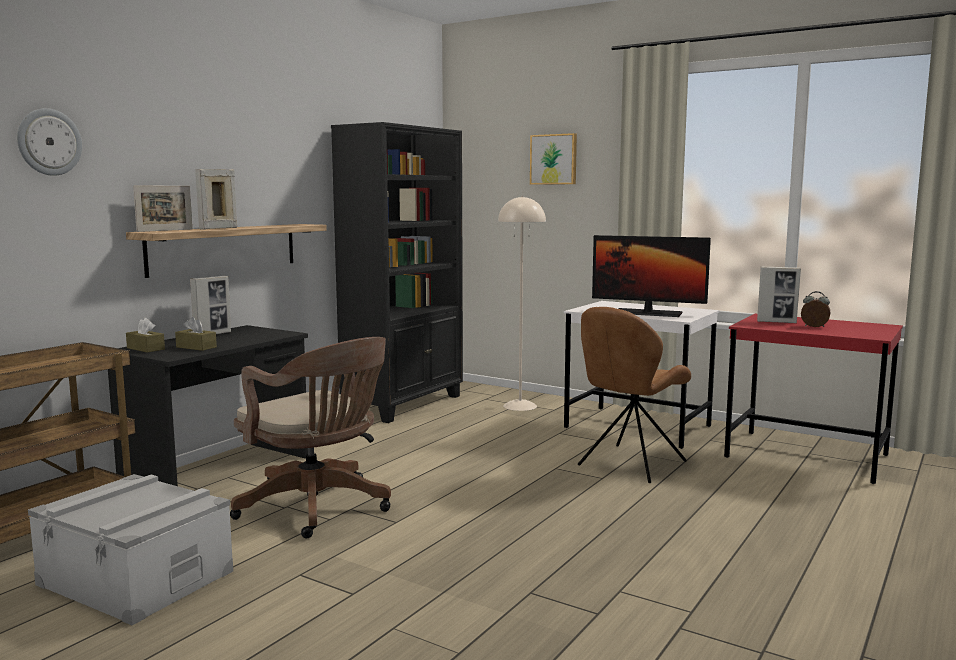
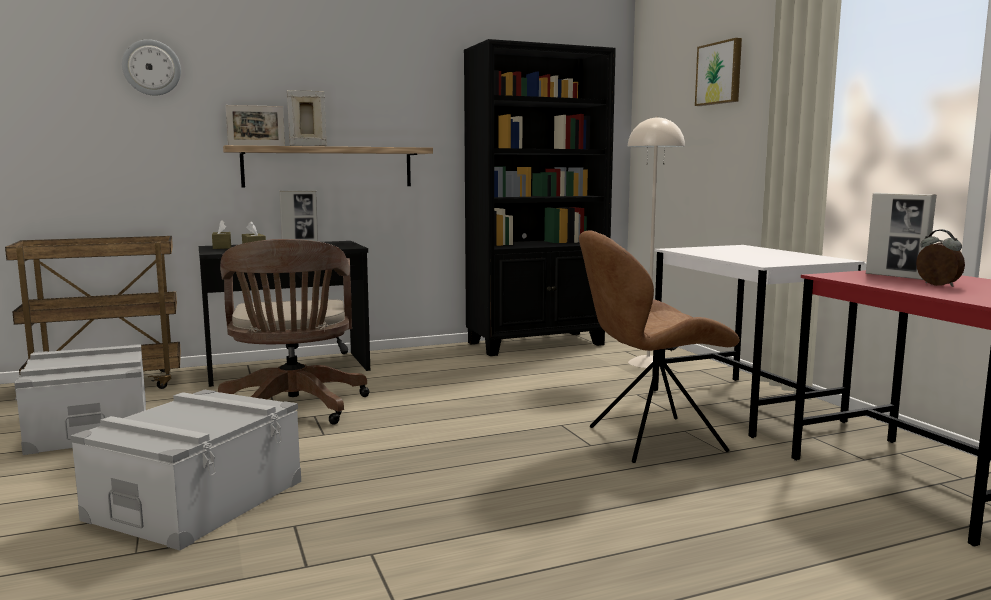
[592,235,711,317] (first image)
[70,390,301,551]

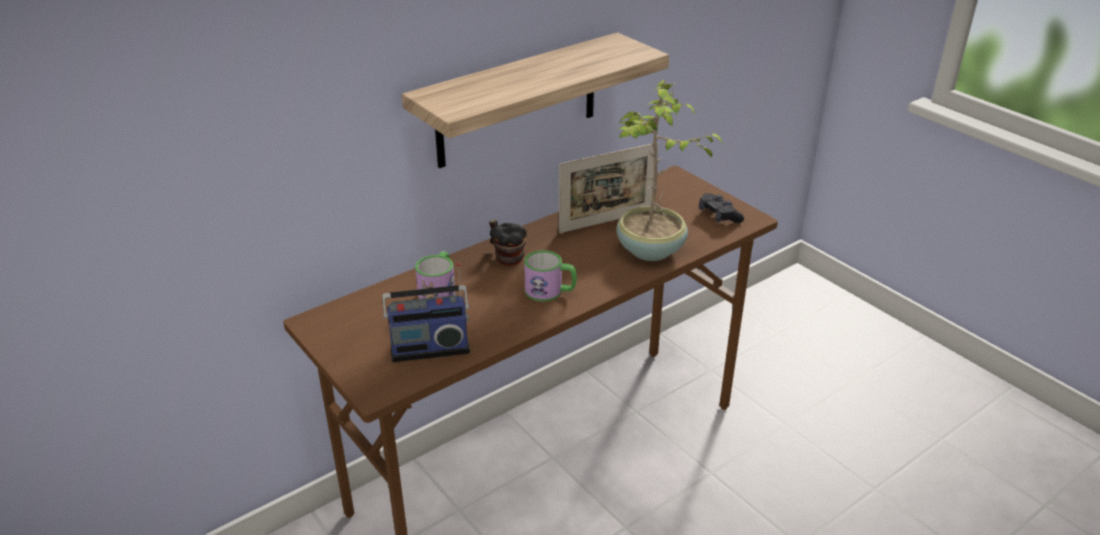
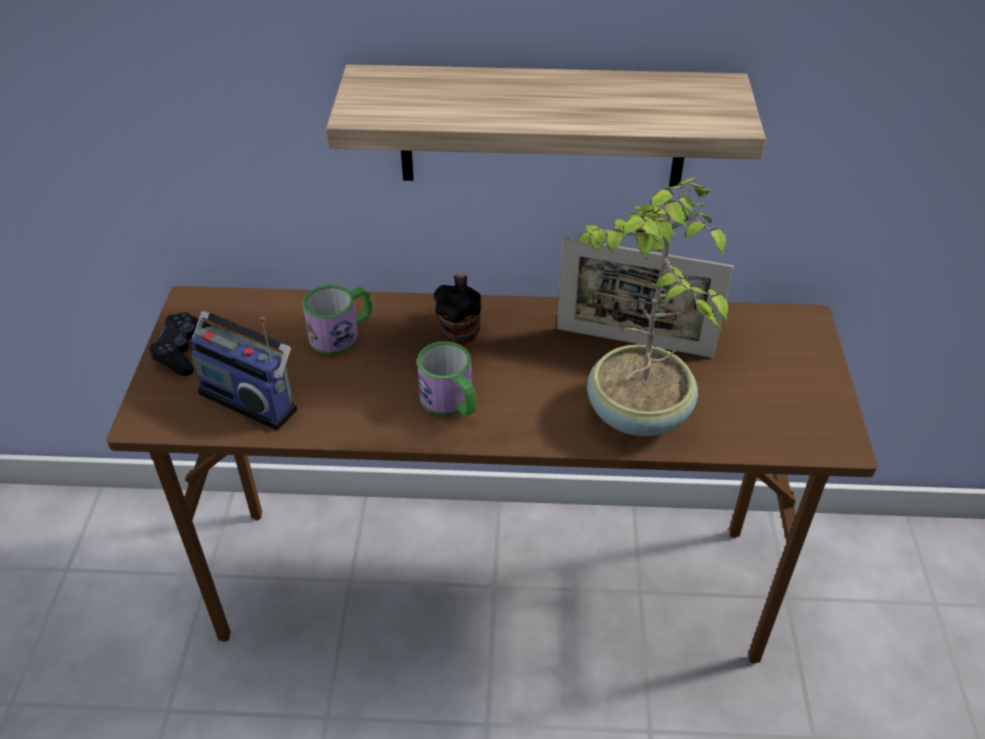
[149,312,211,376]

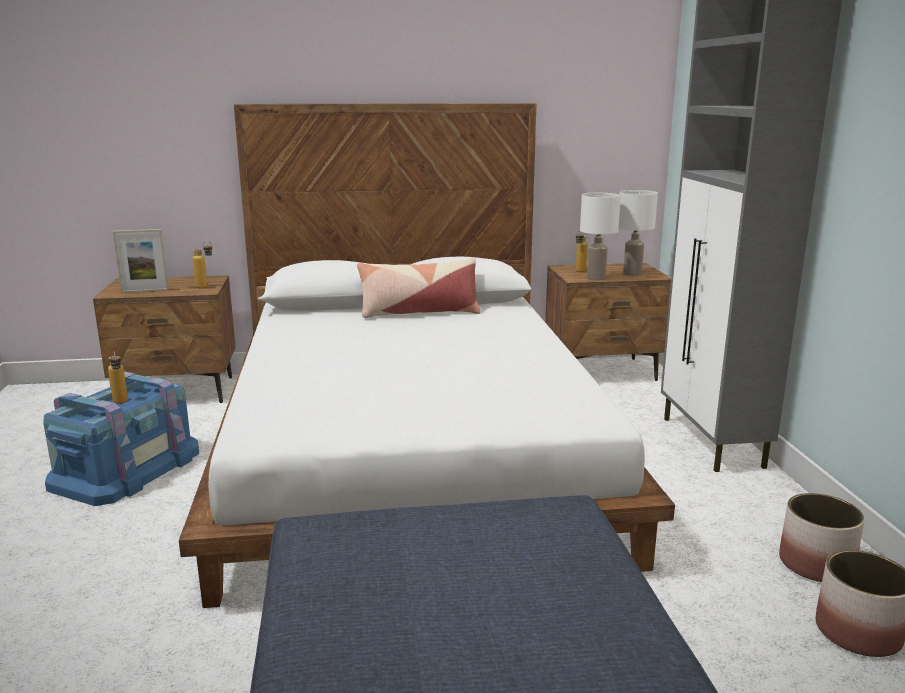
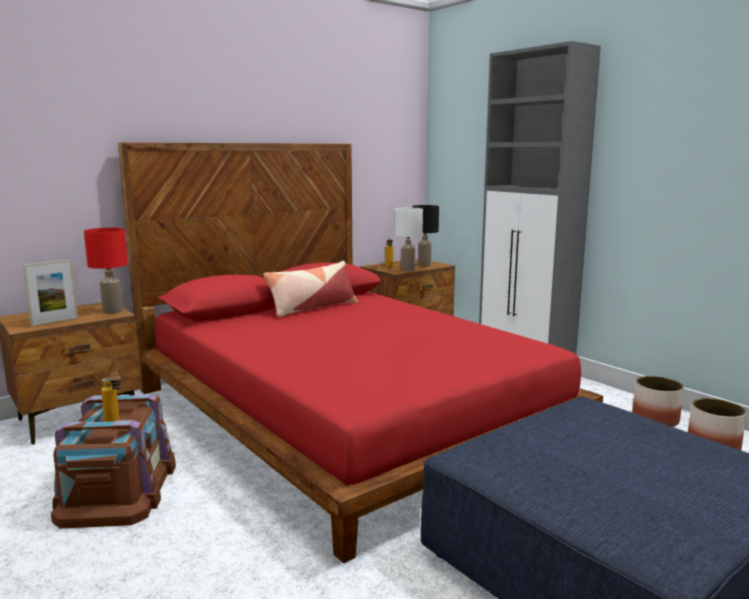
[118,142,603,563]
[412,205,439,266]
[84,228,128,314]
[51,394,176,528]

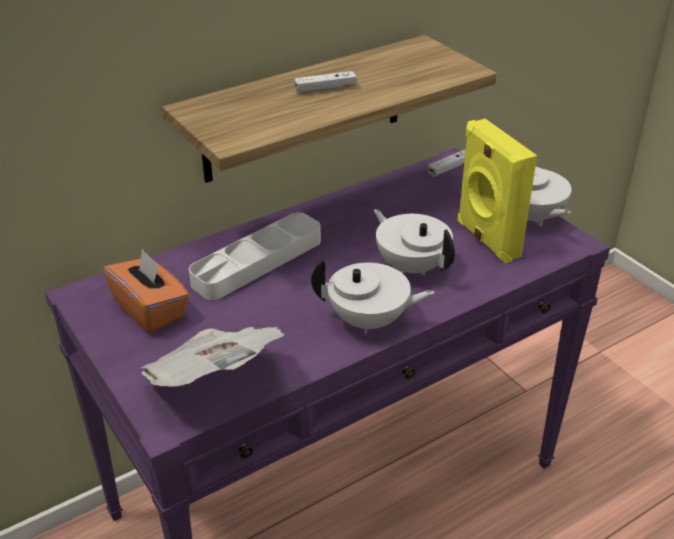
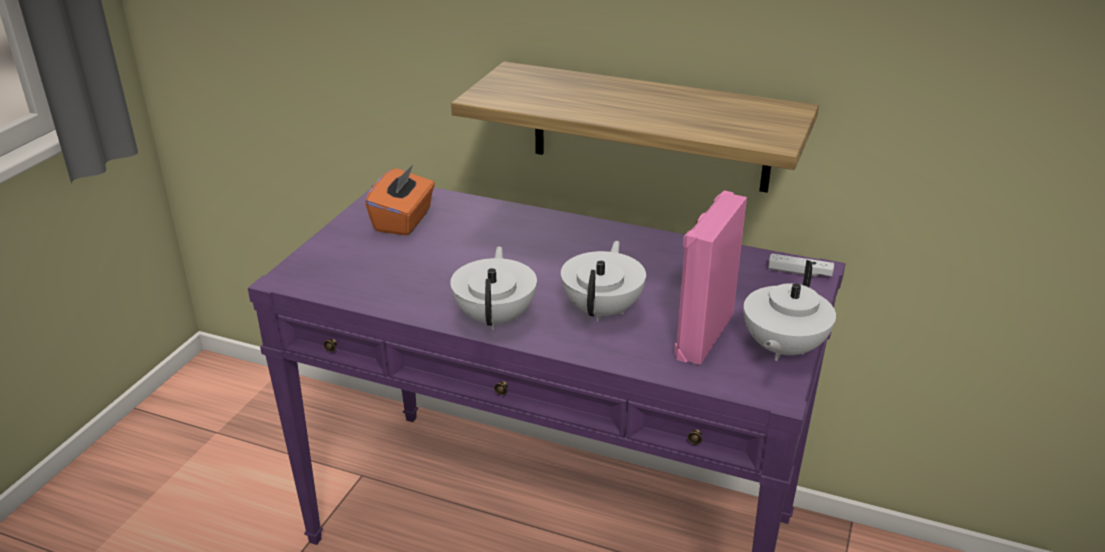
[294,71,357,94] (first image)
[674,190,747,365]
[189,212,321,300] (first image)
[450,246,537,330]
[141,327,285,387] (first image)

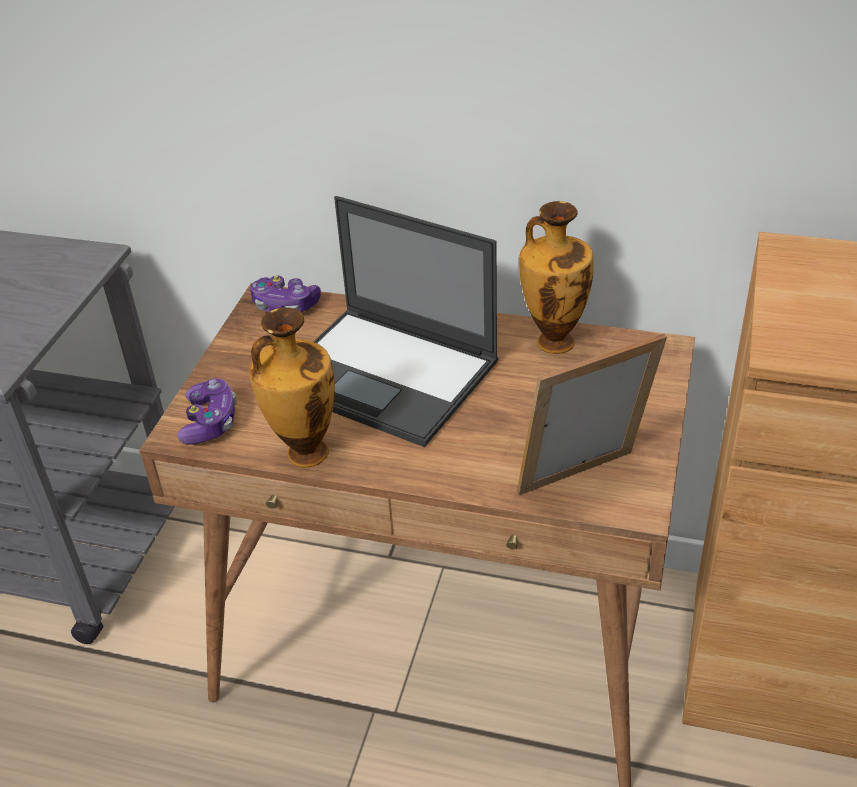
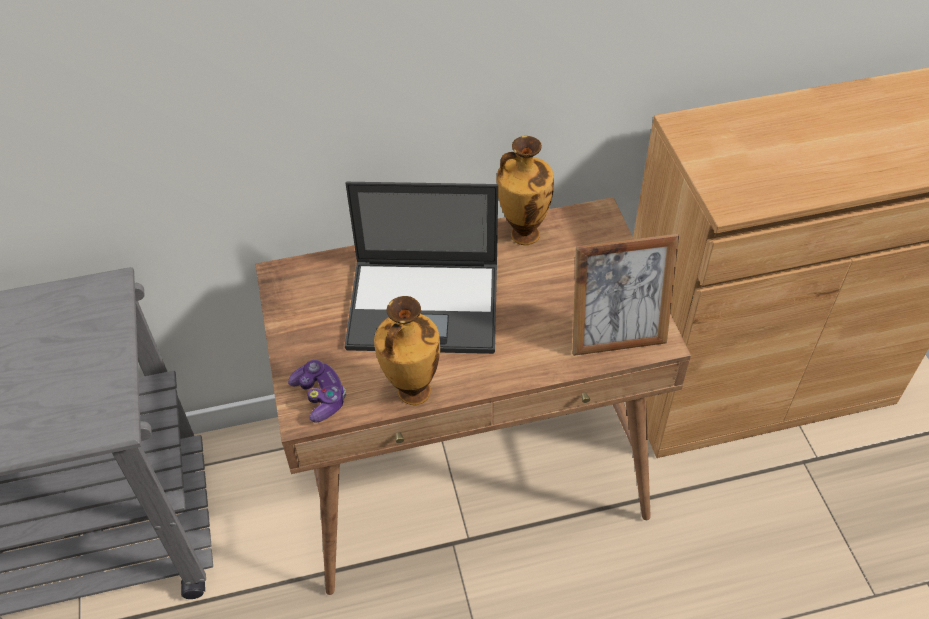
[250,275,321,312] (first image)
[572,234,679,356]

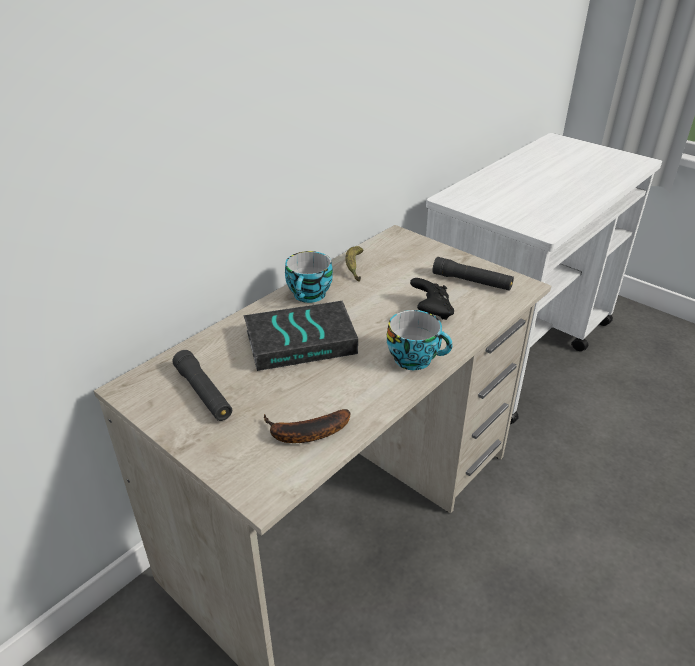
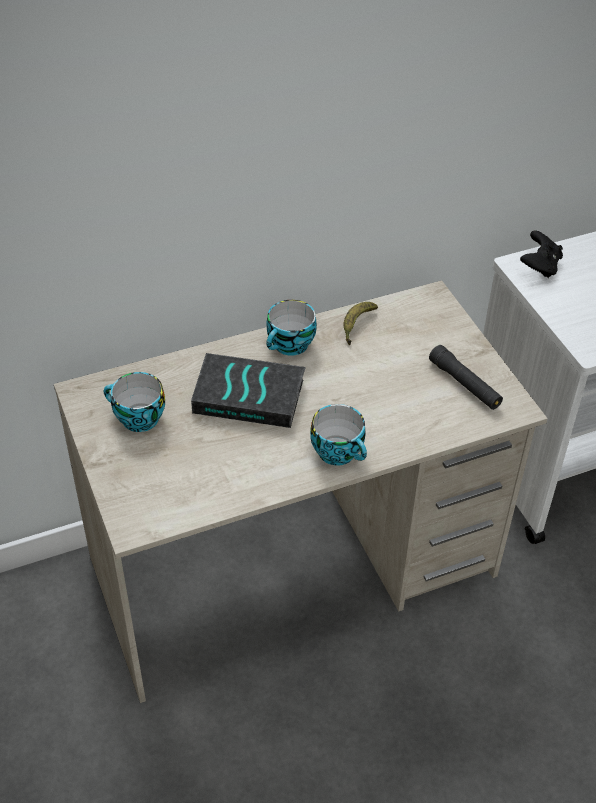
[520,230,563,278]
[104,372,165,432]
[264,409,350,443] (first image)

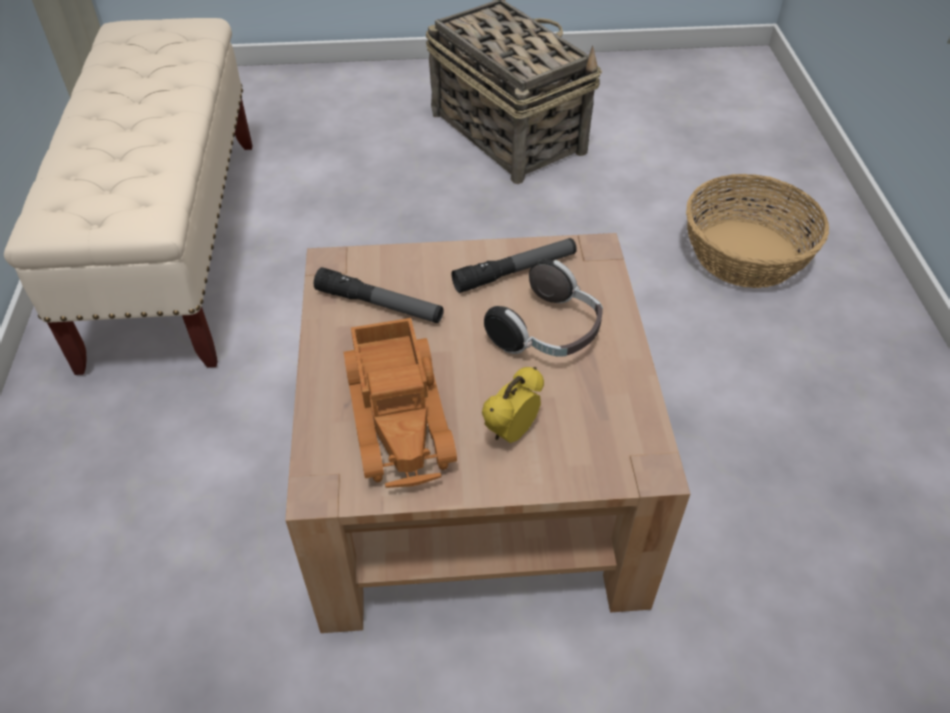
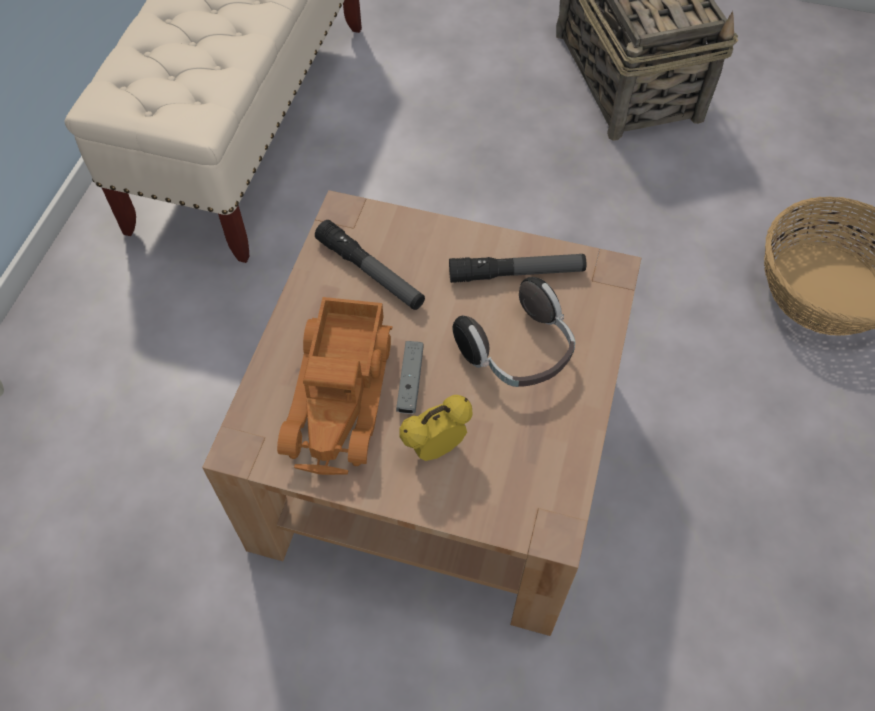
[396,341,424,414]

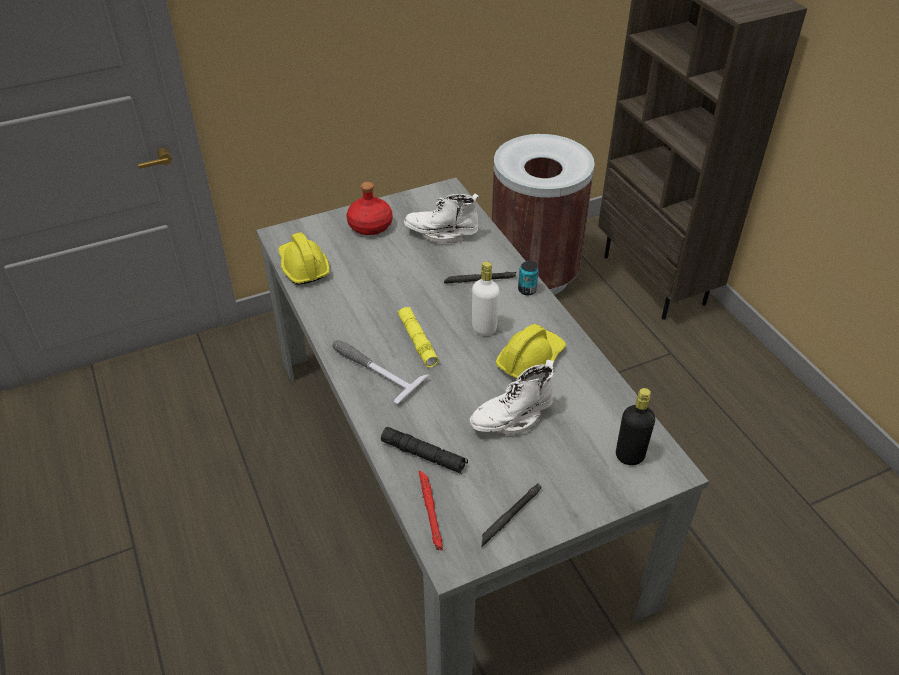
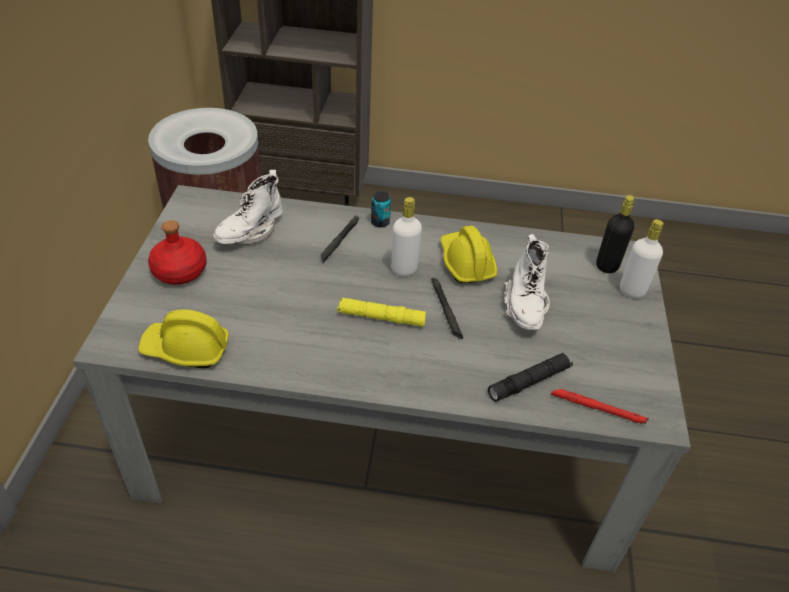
[332,340,429,404] (first image)
[431,278,463,339]
[620,219,664,298]

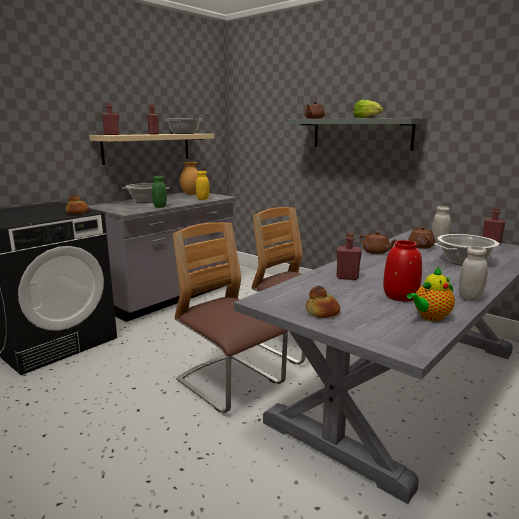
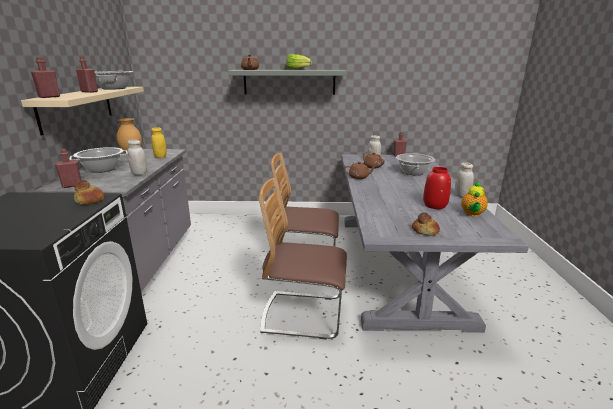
[127,140,147,175]
[55,149,81,188]

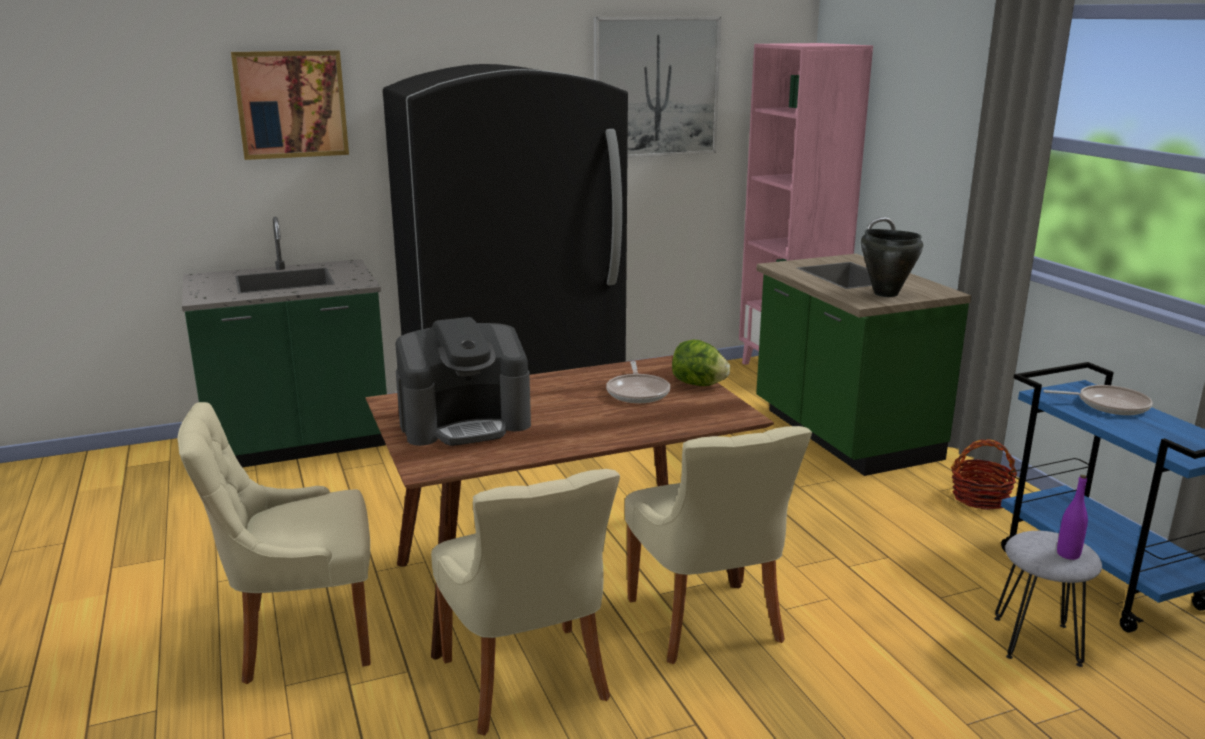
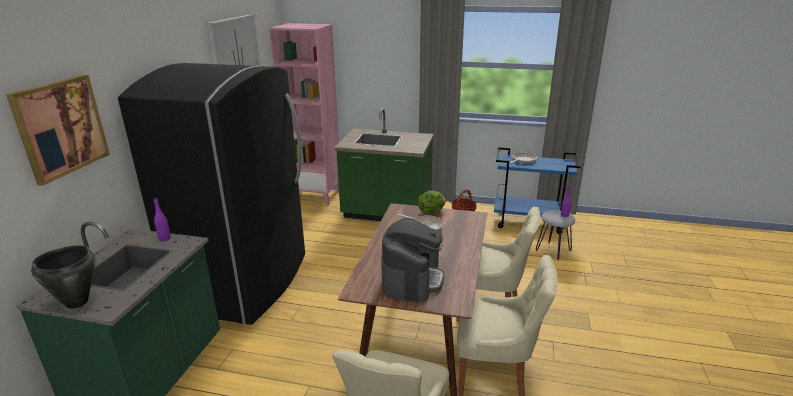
[31,245,96,309]
[154,198,171,241]

